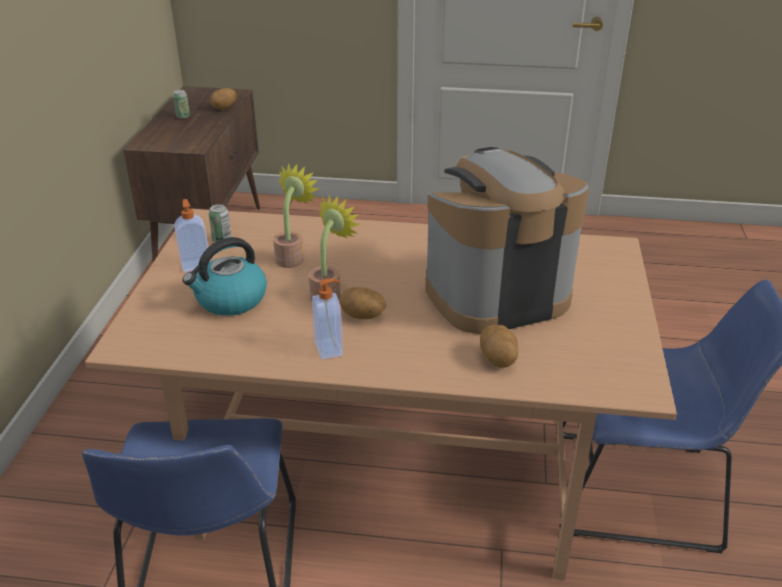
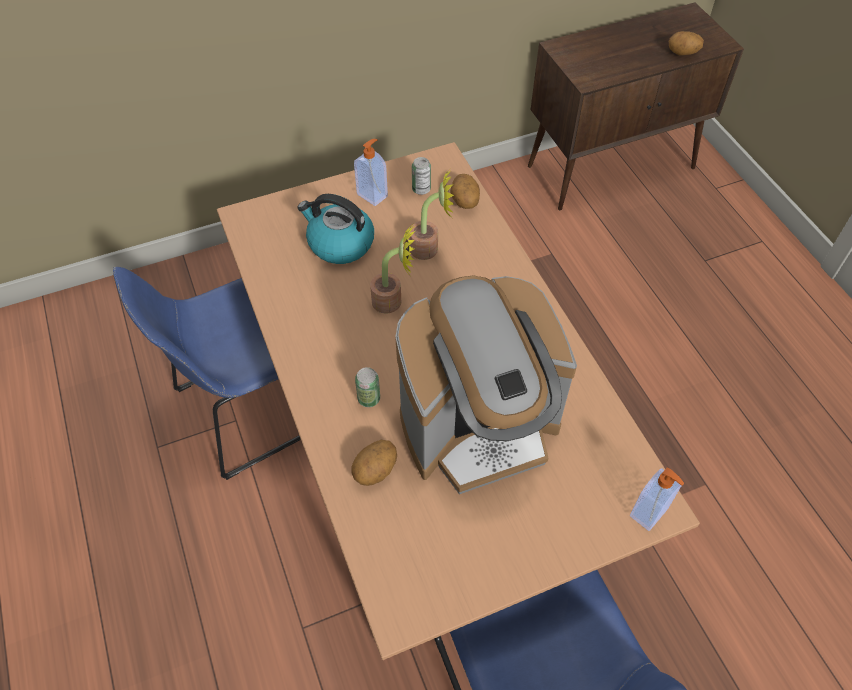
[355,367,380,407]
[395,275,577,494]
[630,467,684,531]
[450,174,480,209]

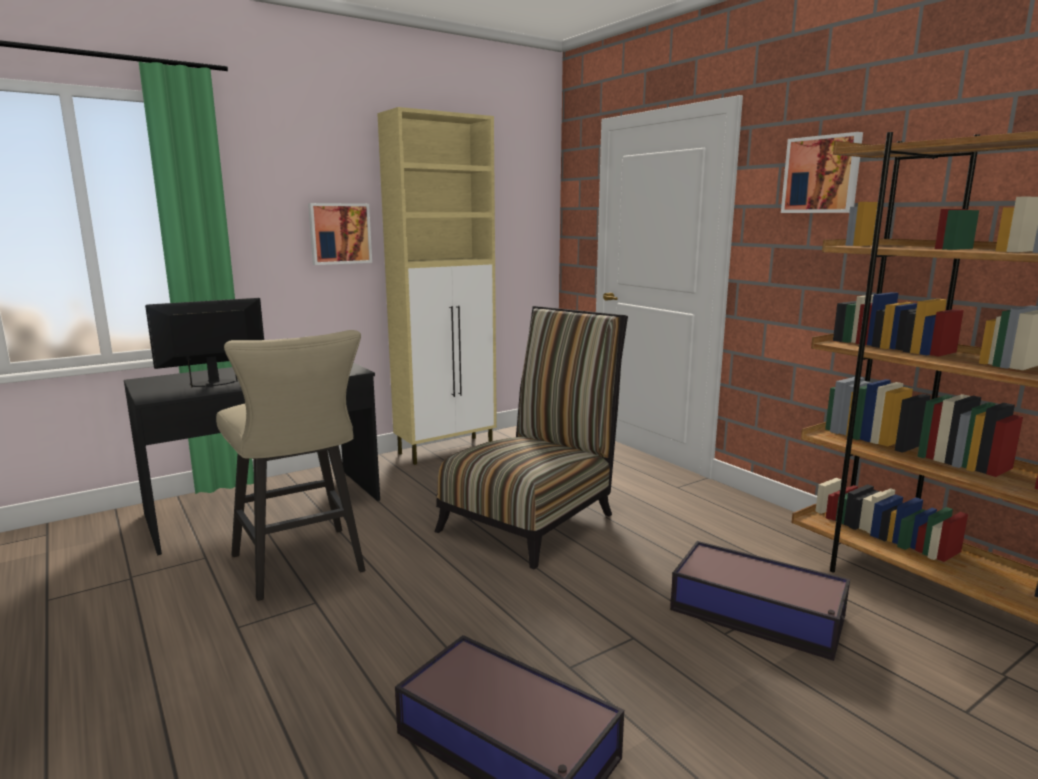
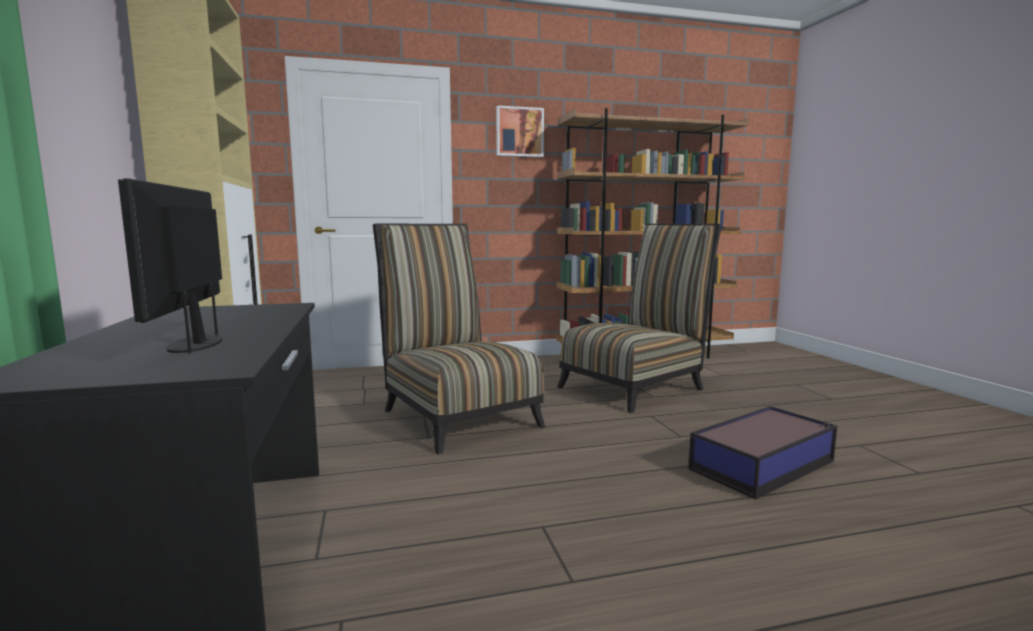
[308,203,372,265] (first image)
[216,330,365,601] (first image)
[557,224,722,413]

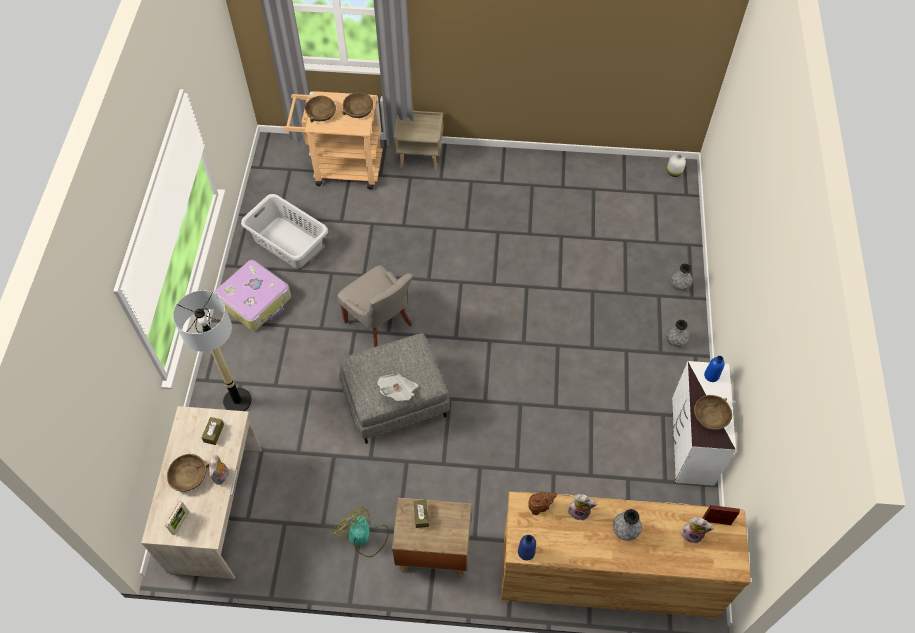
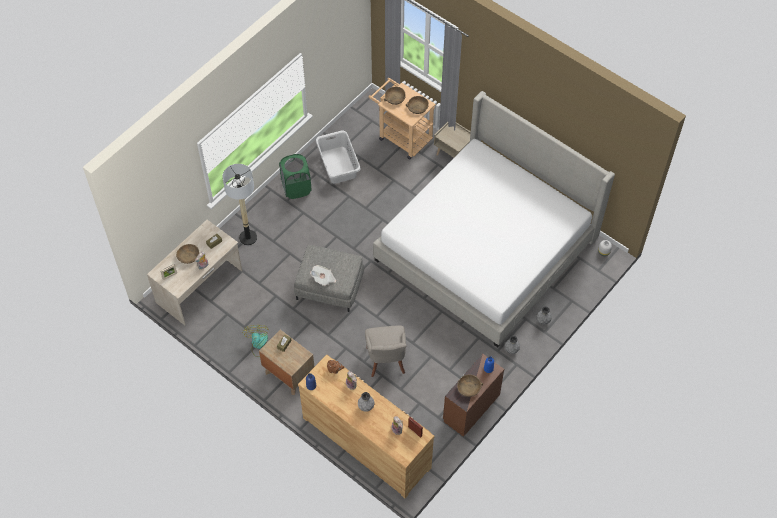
[279,154,311,199]
[365,326,407,377]
[443,354,504,437]
[373,91,615,347]

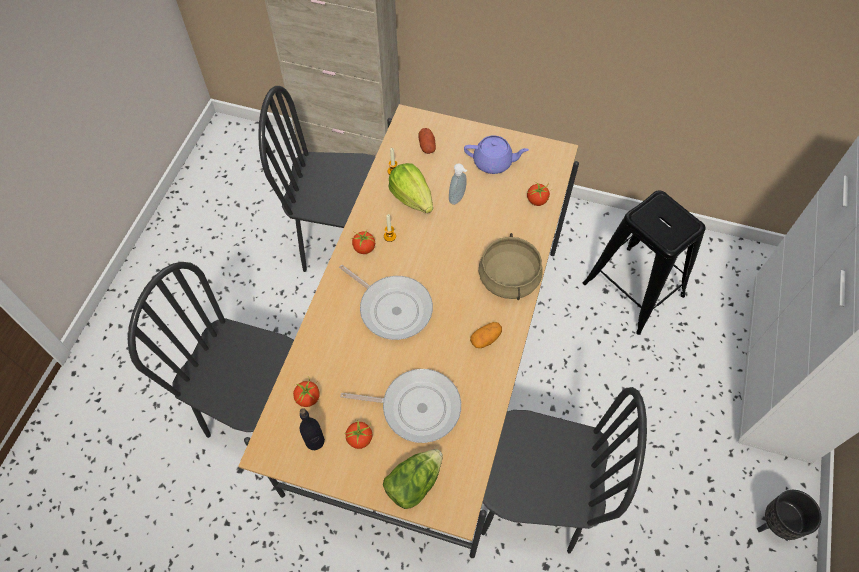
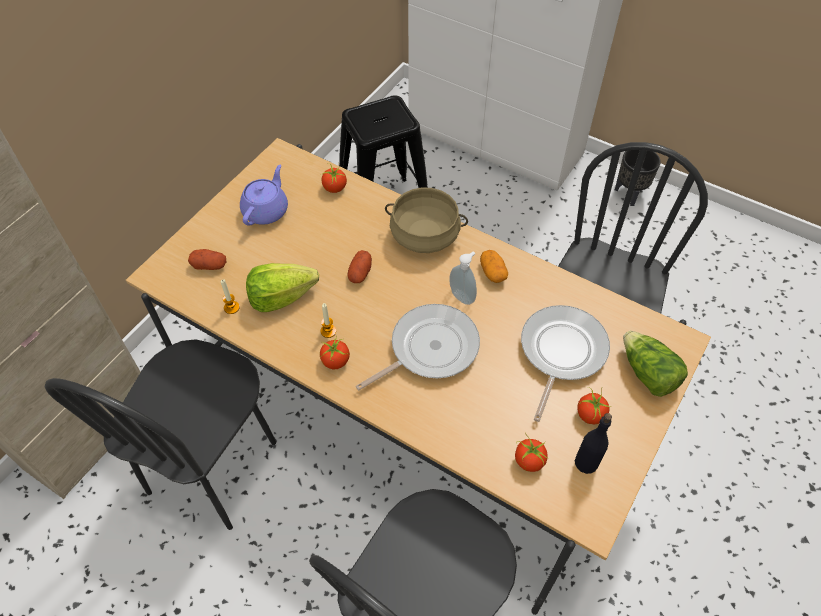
[449,251,477,305]
[347,250,372,283]

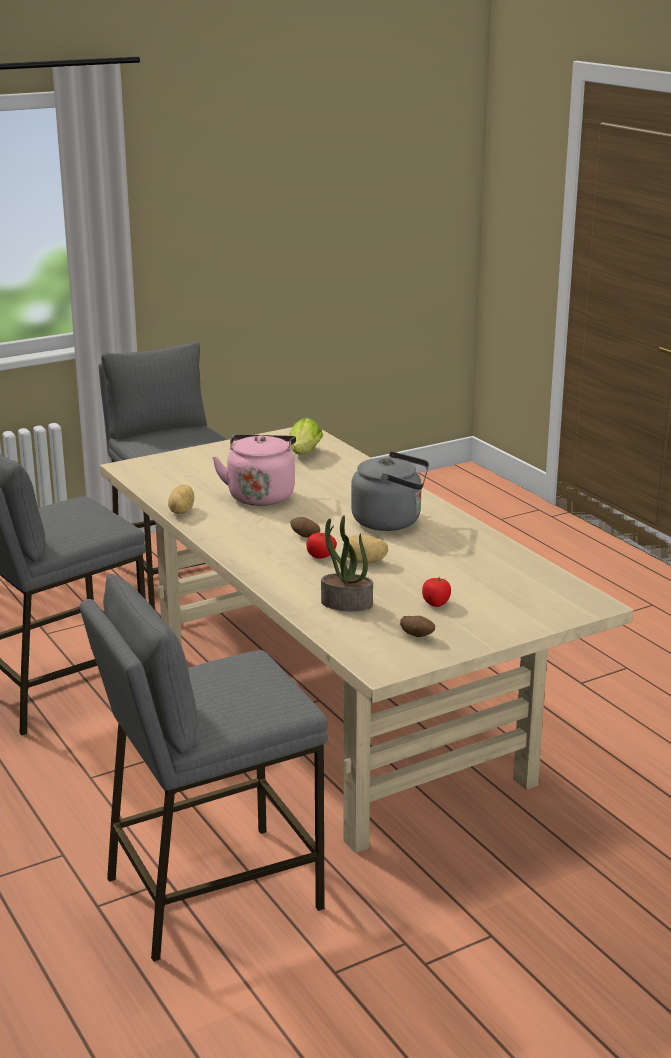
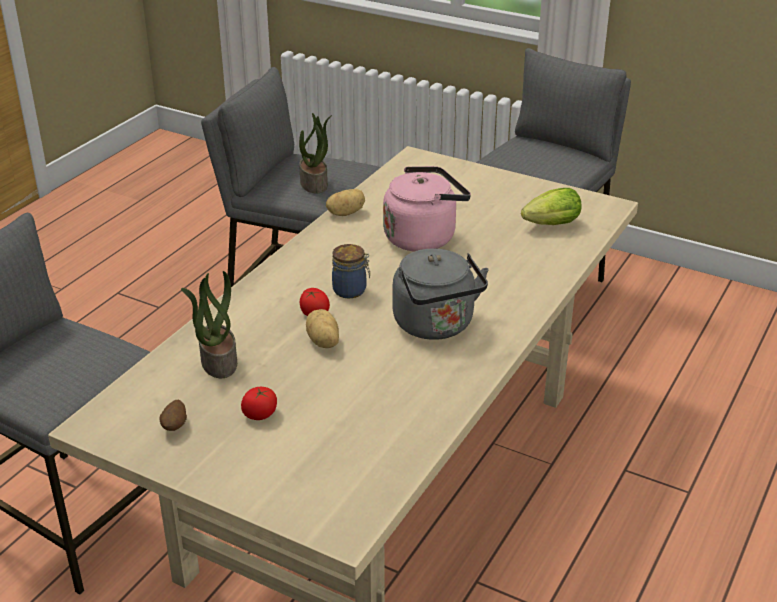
[332,244,370,298]
[299,113,332,193]

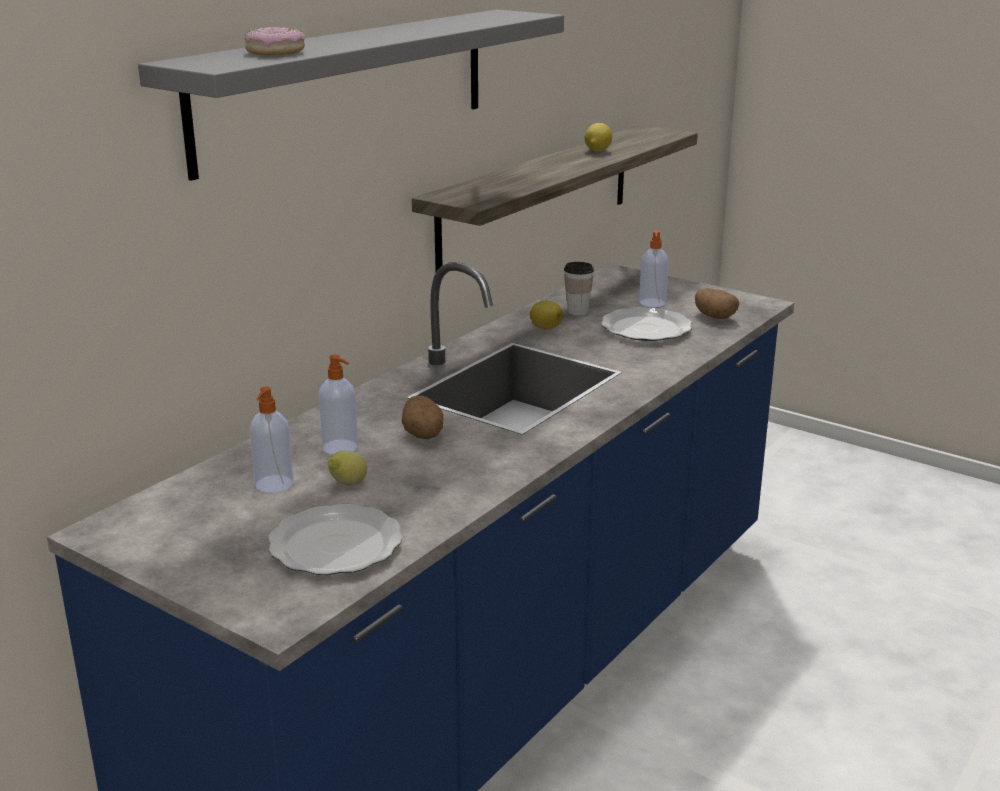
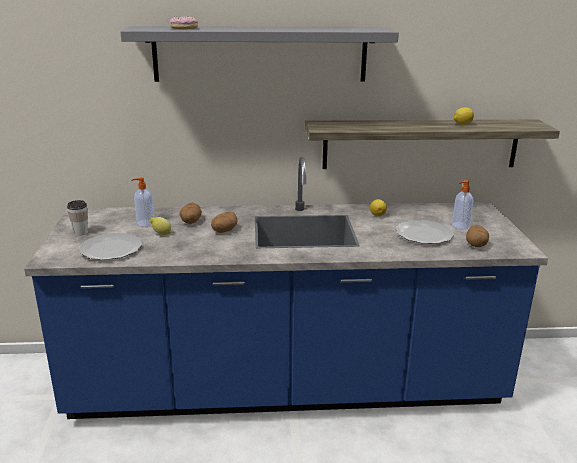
[67,200,88,236]
[180,203,202,224]

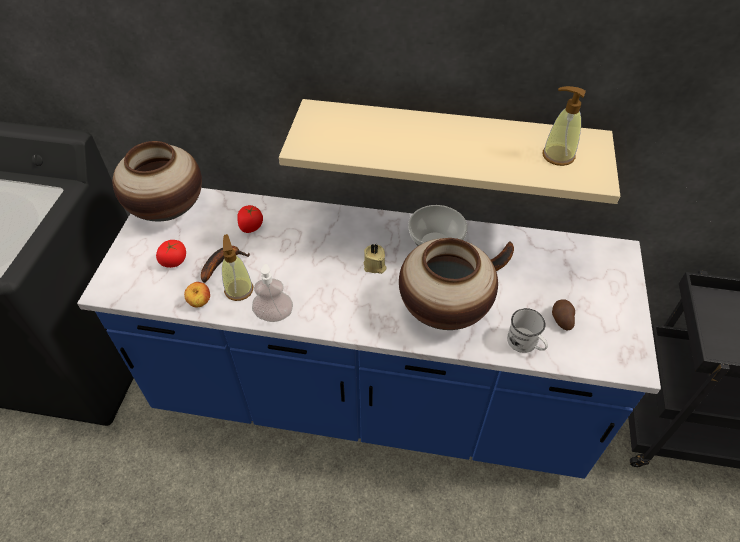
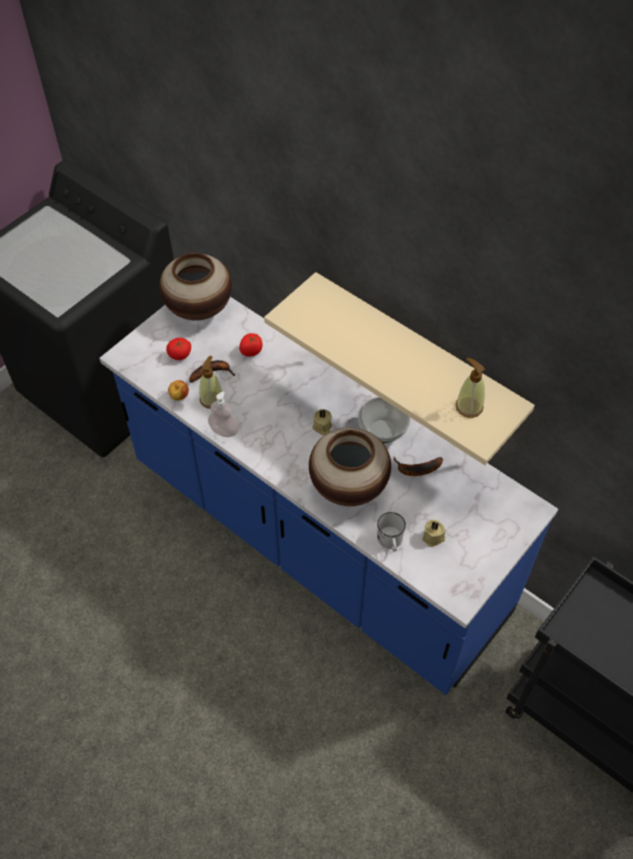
[422,520,445,547]

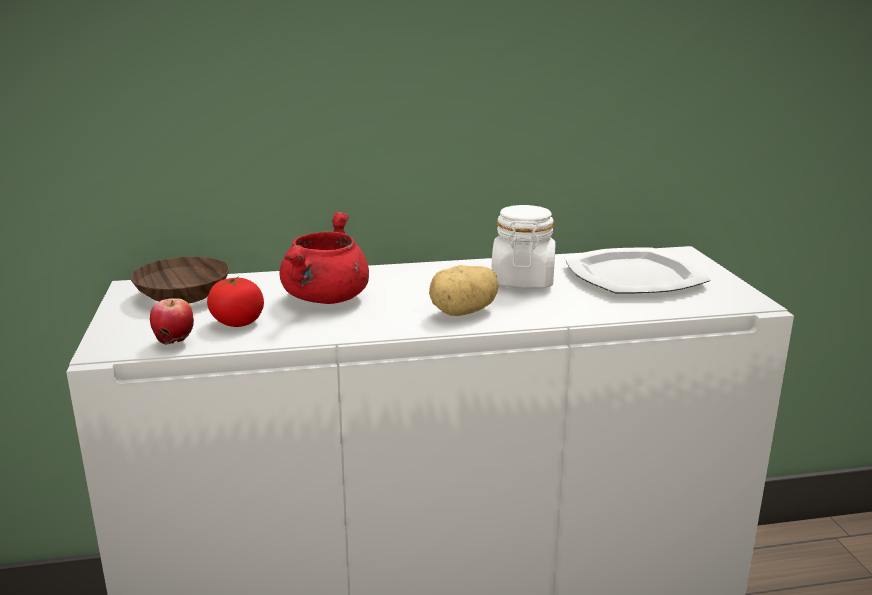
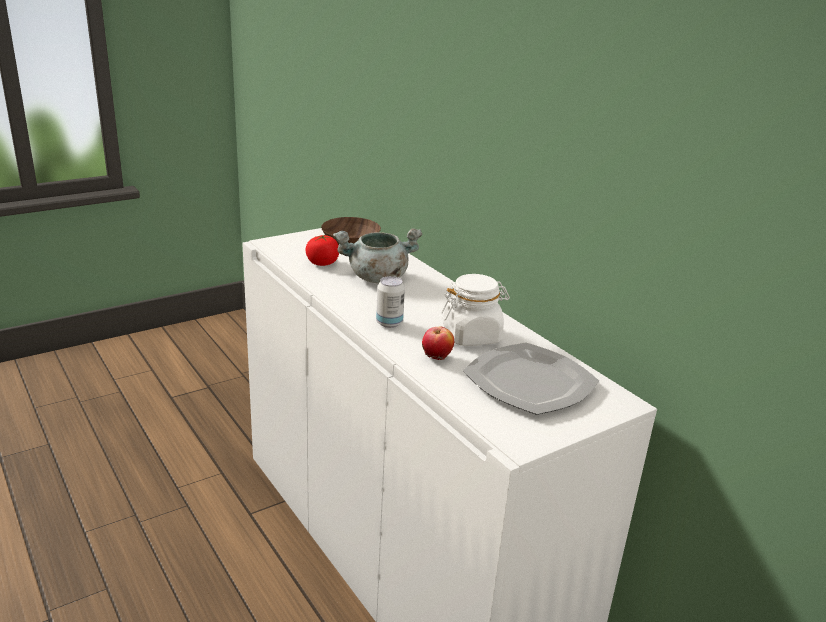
[333,228,422,283]
[376,276,405,328]
[422,327,454,360]

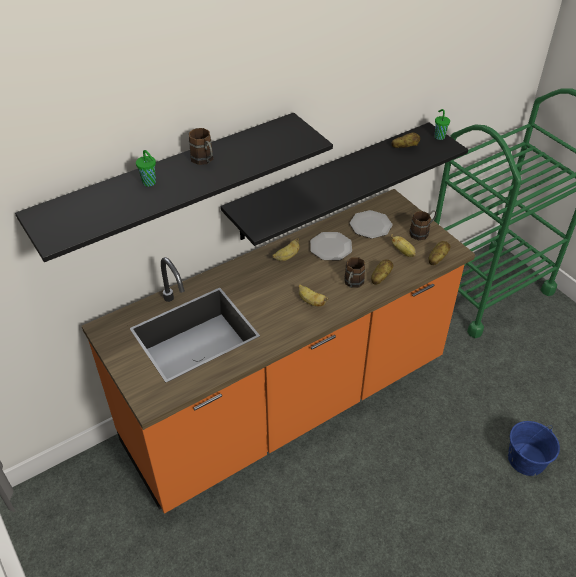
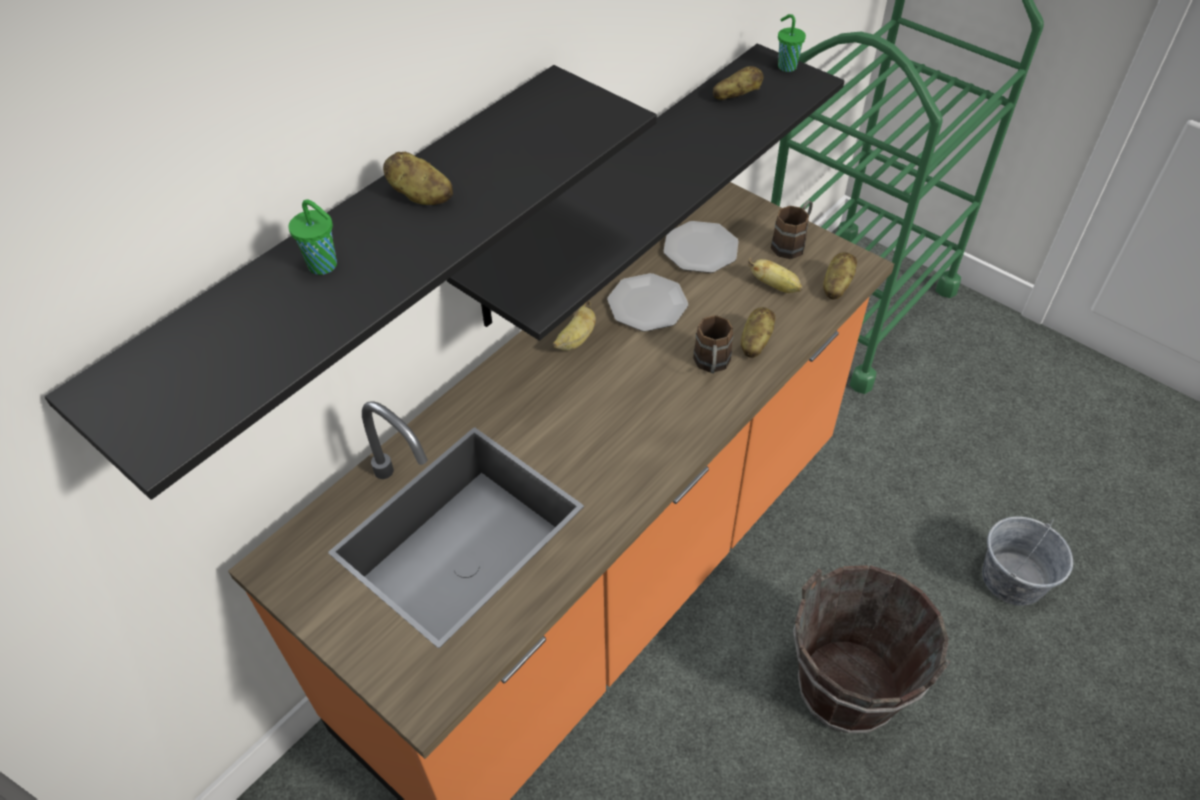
[383,152,453,205]
[299,284,328,306] (first image)
[982,516,1073,606]
[793,565,950,734]

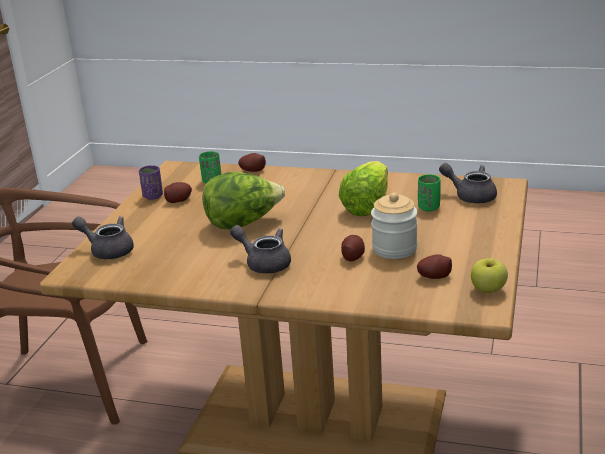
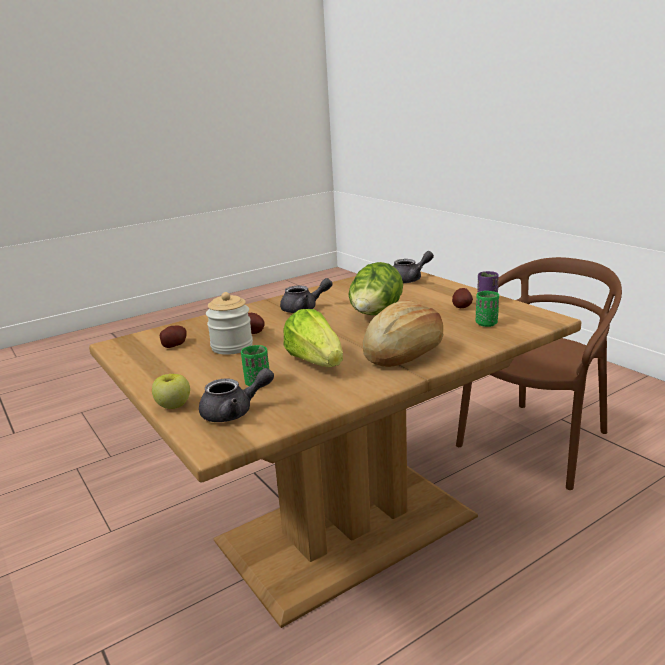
[238,153,266,172] (first image)
[152,374,190,409]
[363,300,443,367]

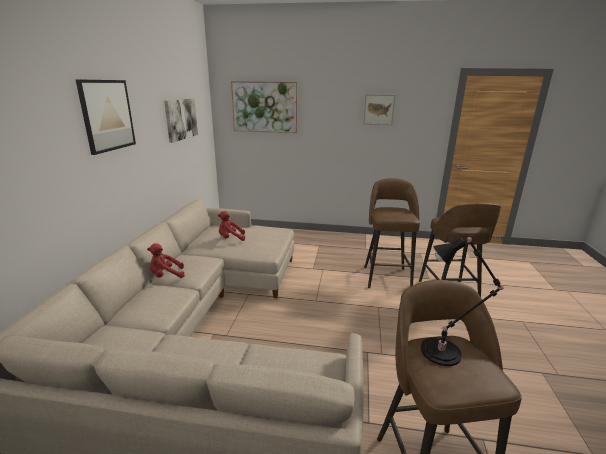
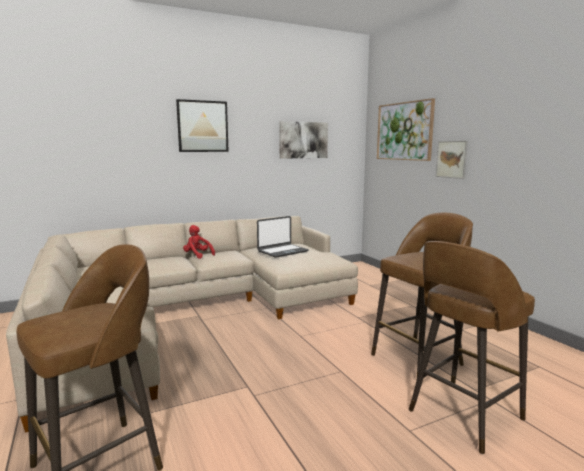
[436,141,468,179]
[257,216,309,258]
[421,236,503,366] (first image)

